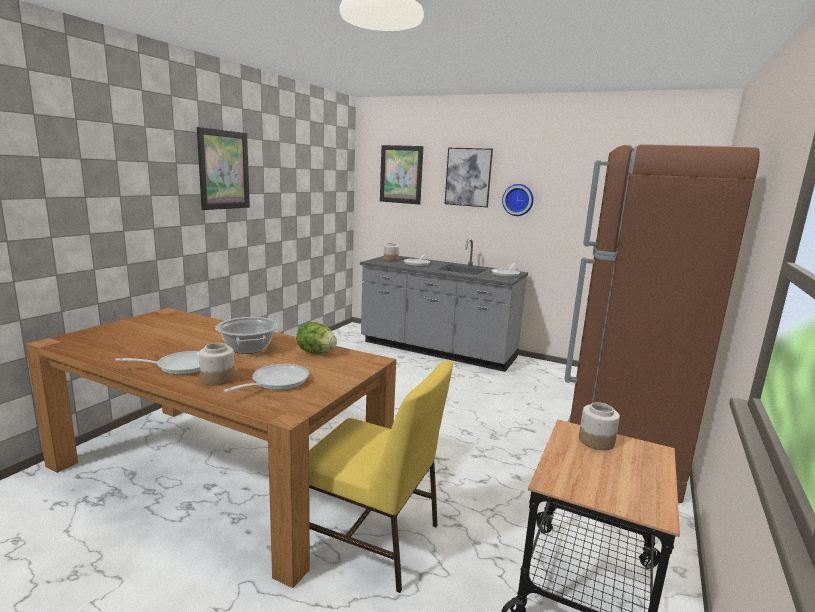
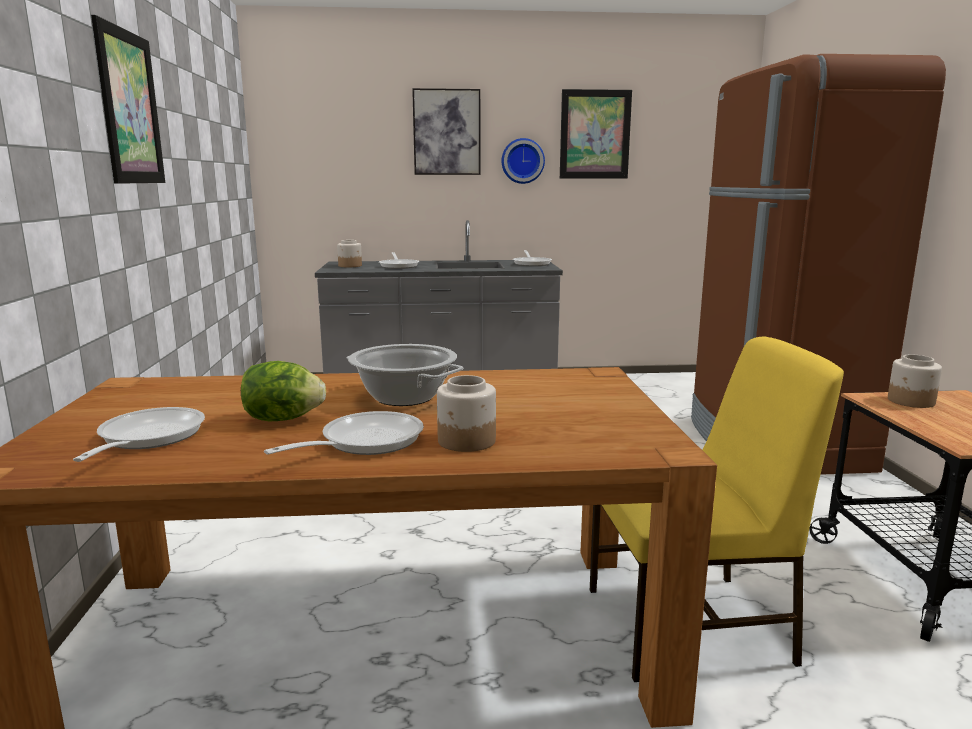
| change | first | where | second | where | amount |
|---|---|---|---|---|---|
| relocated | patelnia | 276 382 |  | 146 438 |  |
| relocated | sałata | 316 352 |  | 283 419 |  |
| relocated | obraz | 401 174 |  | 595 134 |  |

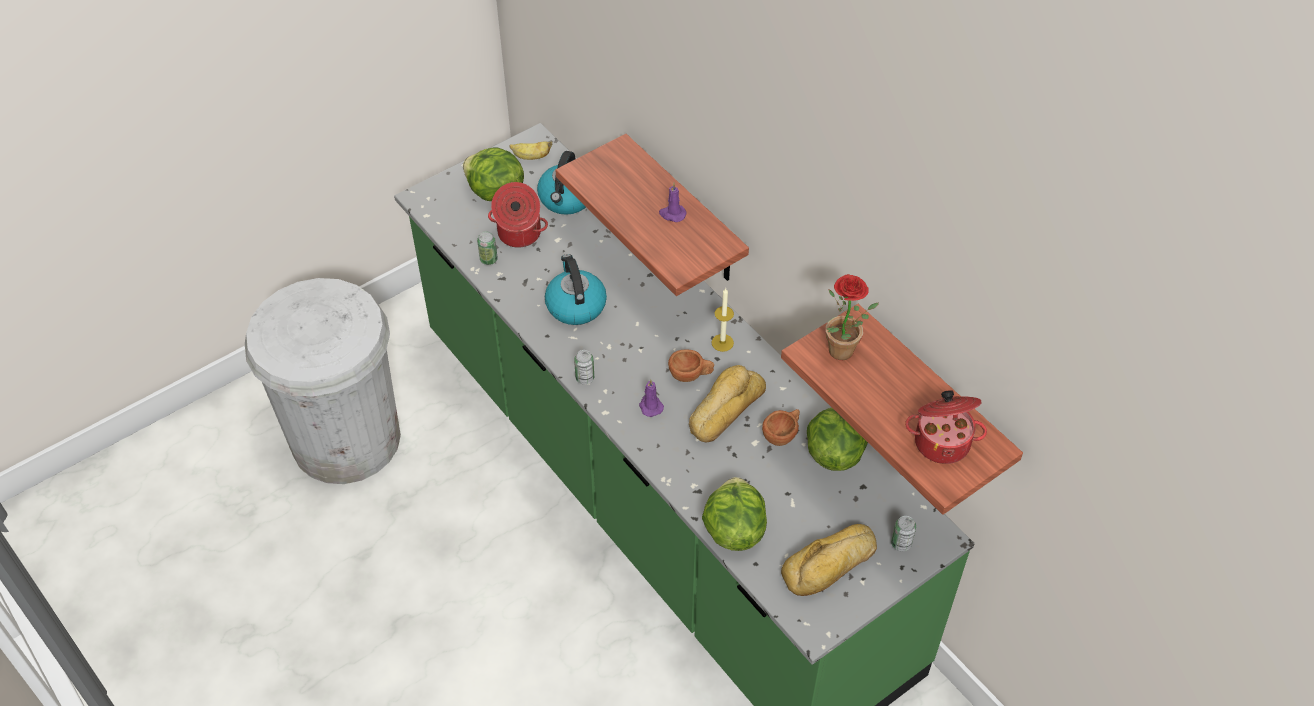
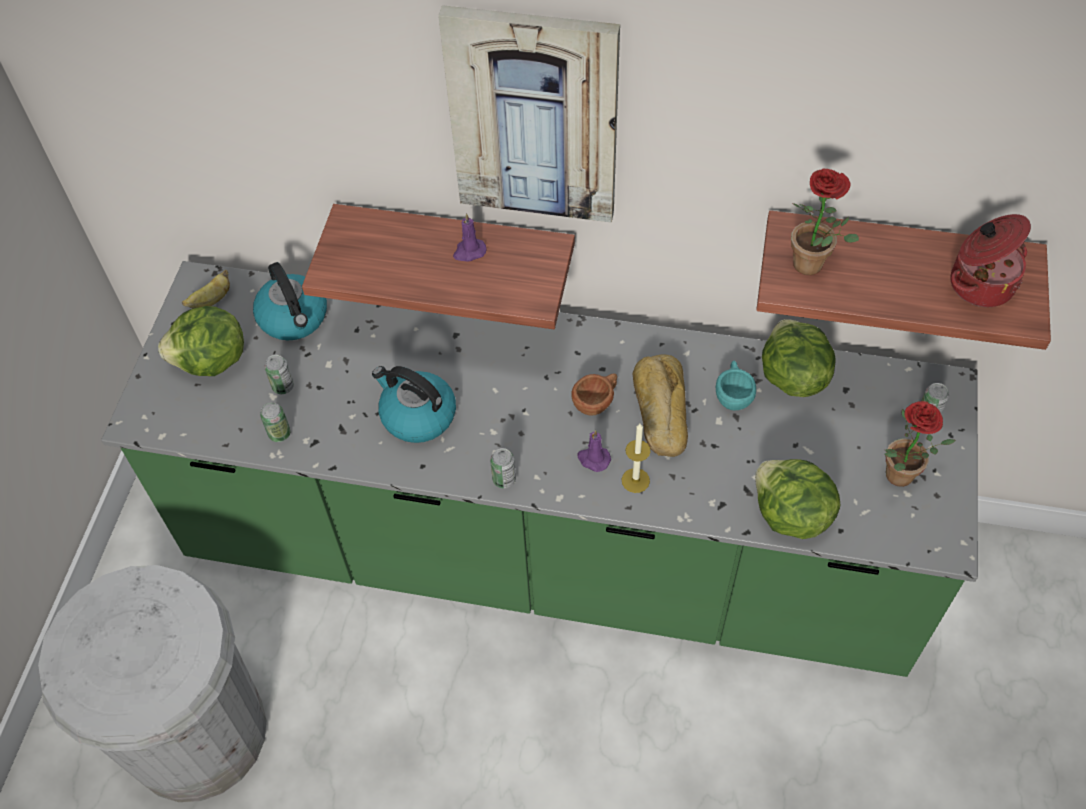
| change | first | where | second | where | amount |
|---|---|---|---|---|---|
| exchanged | garnek | 519 234 | puszka | 283 386 |  |
| relocated | świeca | 722 342 |  | 635 480 |  |
| colour | filiżanka/brązowy | 782 434 | filiżanka/turkusowy | 733 395 |  |
| exchanged | chleb | 831 565 | roślina doniczkowa | 899 480 |  |
| appeared |  |  | obraz | 534 116 |  |

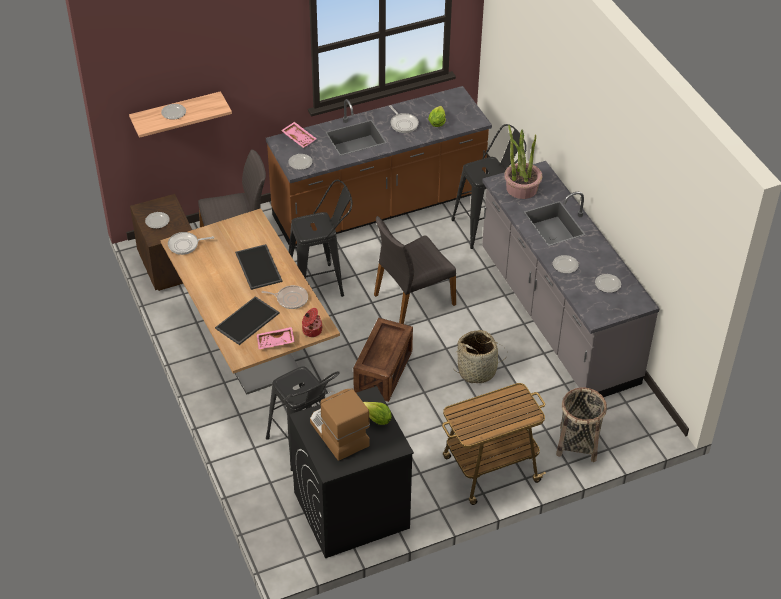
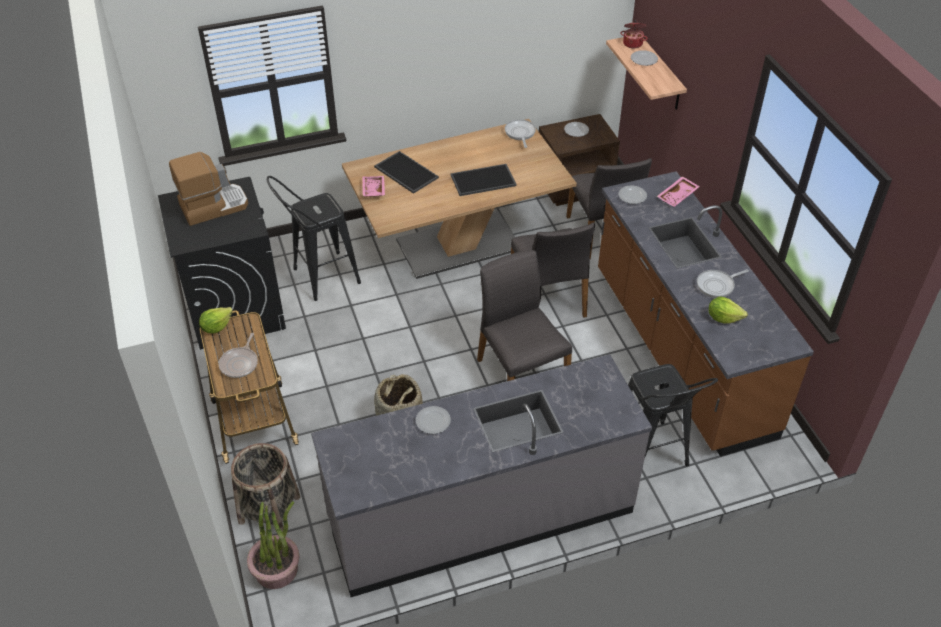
| change | first | where | second | where | amount |
|---|---|---|---|---|---|
| relocated | patelnia | 290 299 |  | 240 363 |  |
| exchanged | stołek/czarny | 322 283 | krzesło/szary | 549 298 |  |
| relocated | garnek | 311 330 |  | 633 43 |  |
| missing | skrzynka | 383 371 |  |  |  |
| relocated | sałata | 377 419 |  | 216 327 |  |
| relocated | roślina doniczkowa | 521 188 |  | 276 569 |  |
| missing | talerz | 607 284 |  |  |  |

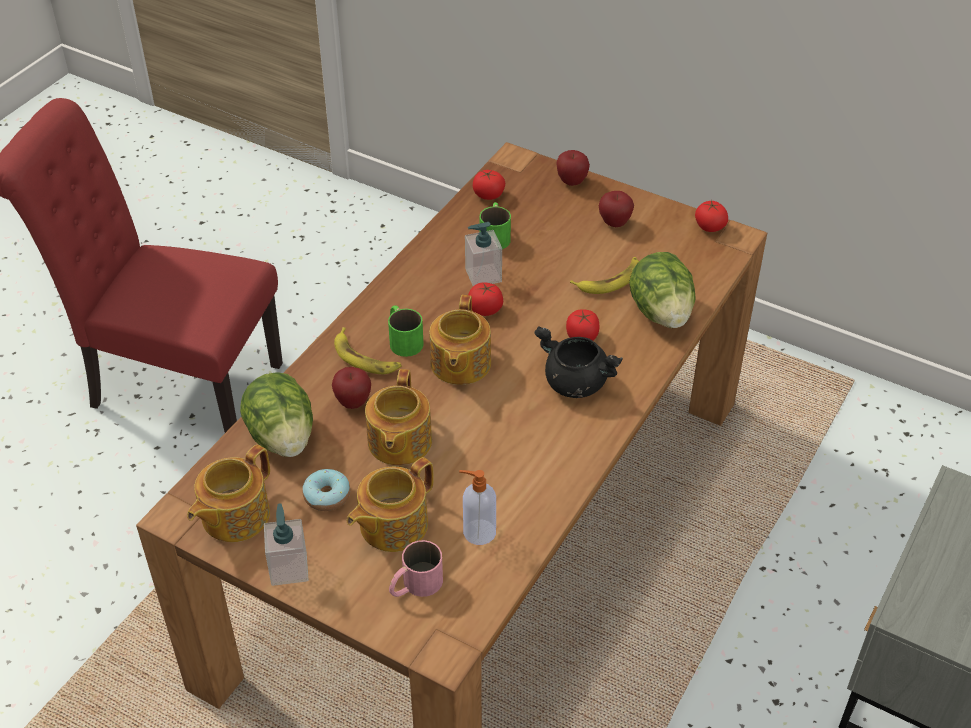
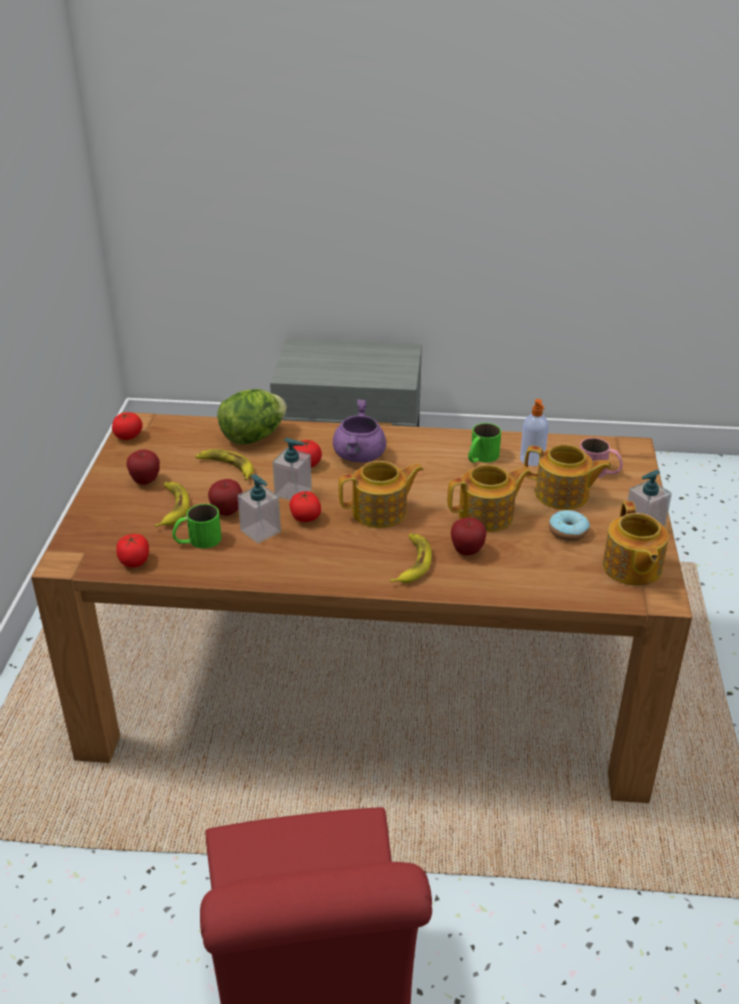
| change | first | where | second | where | amount |
|---|---|---|---|---|---|
| spun | imbryk | 234 516 |  | 631 568 | 75 degrees clockwise |
| missing | sałata | 282 437 |  |  |  |
| relocated | kubek/zielony | 403 339 |  | 480 457 |  |
| colour | garnek/czarny | 574 383 | garnek/fioletowy | 360 456 |  |
| relocated | jabłko | 571 182 |  | 227 512 |  |
| appeared |  |  | banan | 171 507 |  |
| appeared |  |  | dozownik mydła | 293 492 |  |

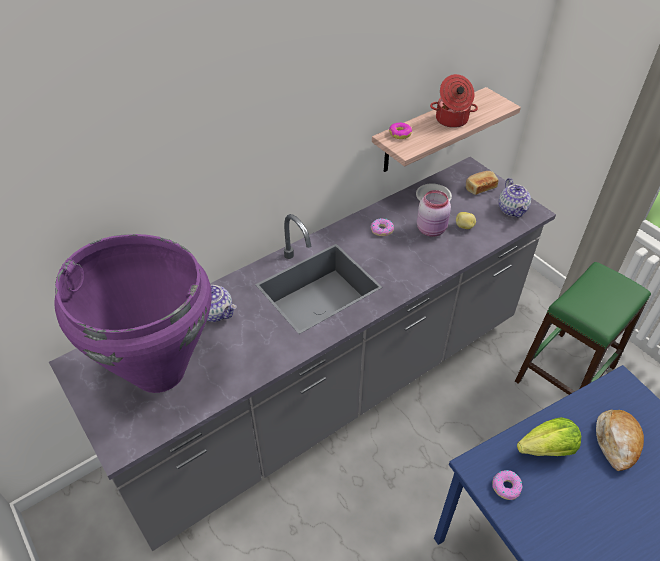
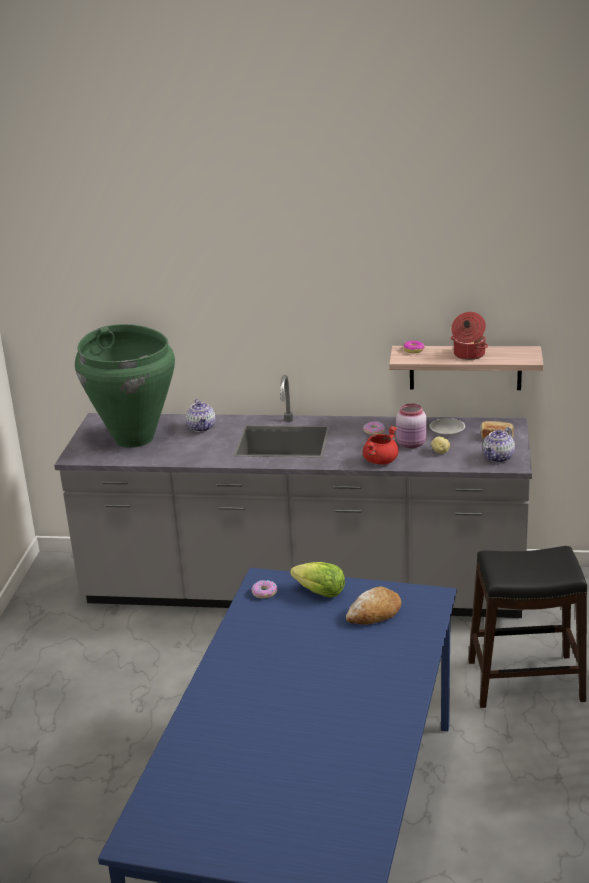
| change | first | where | second | where | amount |
|---|---|---|---|---|---|
| colour | wazon/fioletowy | 160 371 | wazon/zielony | 134 439 |  |
| colour | stołek/zielony | 564 374 | stołek/czarny | 525 680 |  |
| appeared |  |  | garnek/czerwony | 380 460 |  |

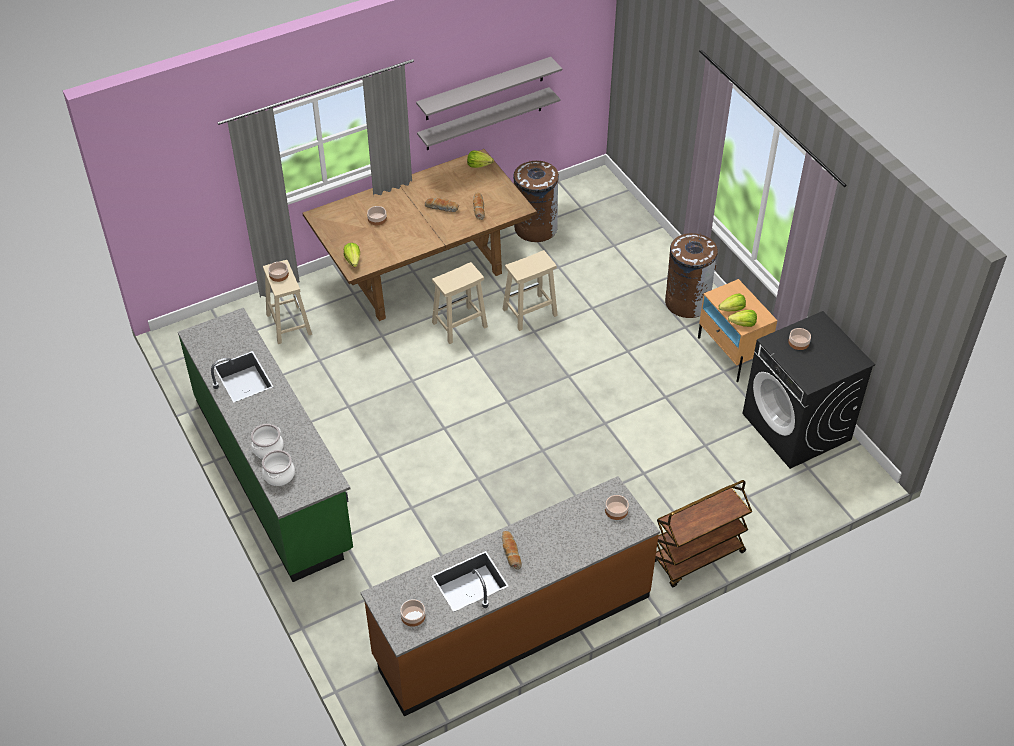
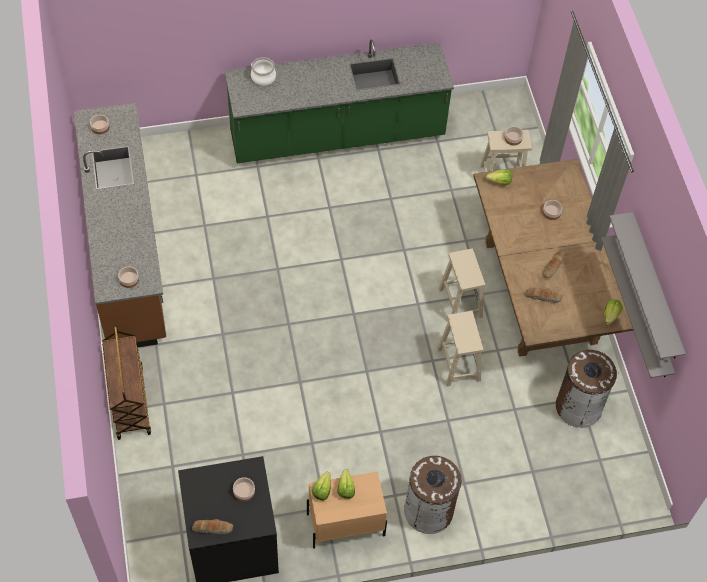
| change | first | where | second | where | amount |
|---|---|---|---|---|---|
| missing | garnek | 268 449 |  |  |  |
| relocated | chleb | 510 552 |  | 212 528 |  |

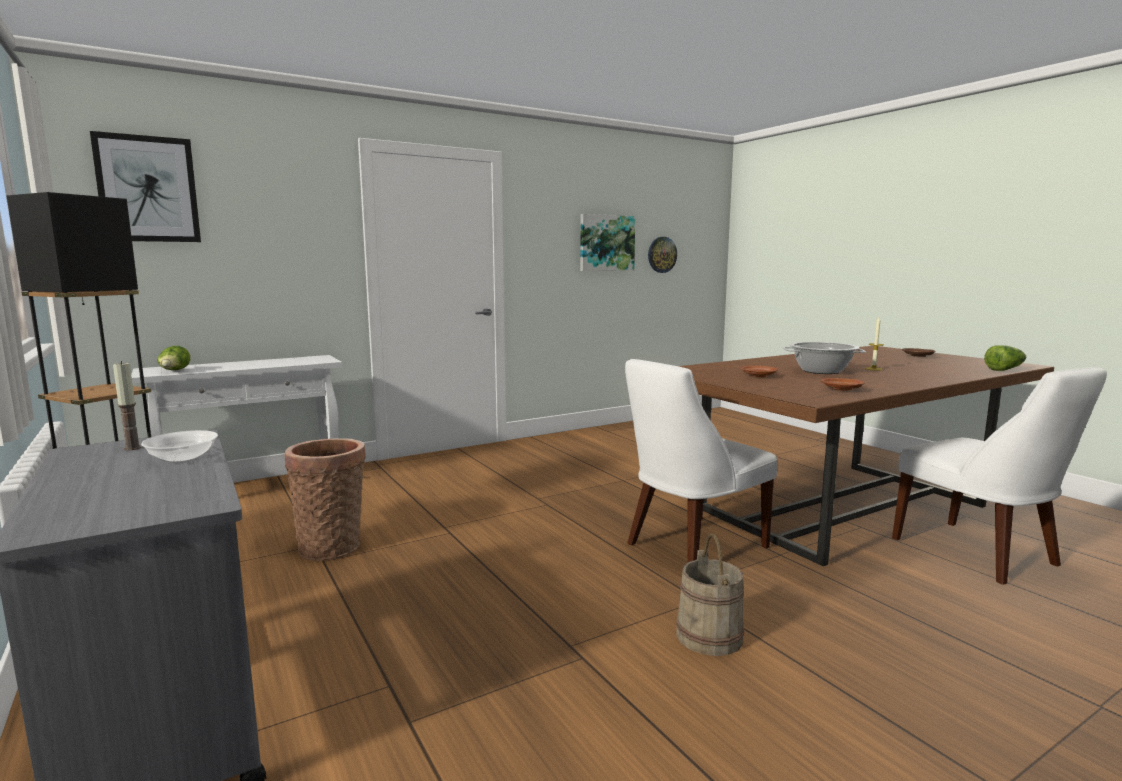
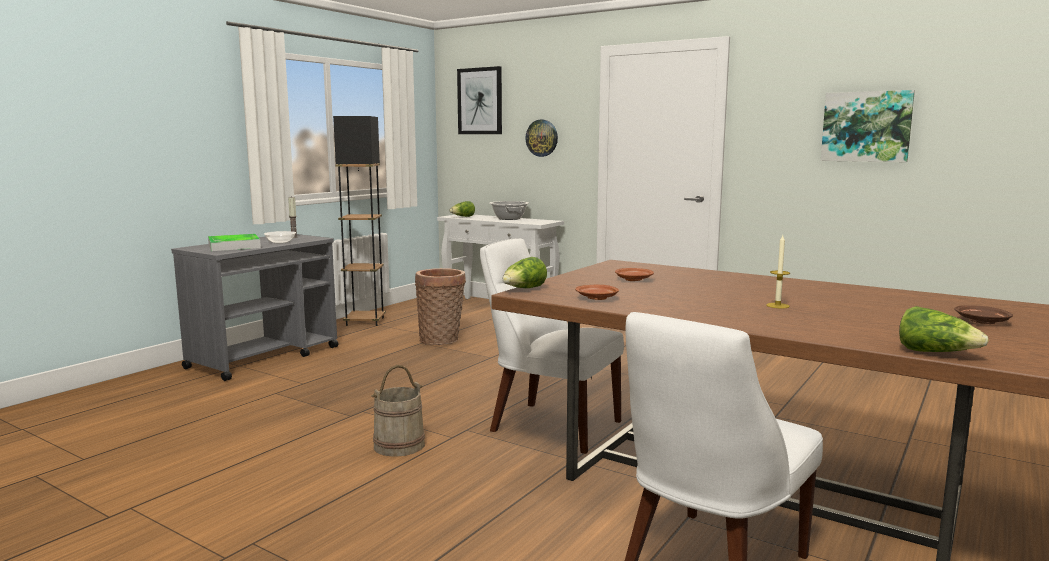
| change | first | where | second | where | amount |
|---|---|---|---|---|---|
| relocated | zegar ścienny | 661 254 |  | 542 138 |  |
| relocated | garnek | 821 371 |  | 509 218 |  |
| appeared |  |  | taca | 234 246 |  |
| appeared |  |  | sałata | 524 289 |  |

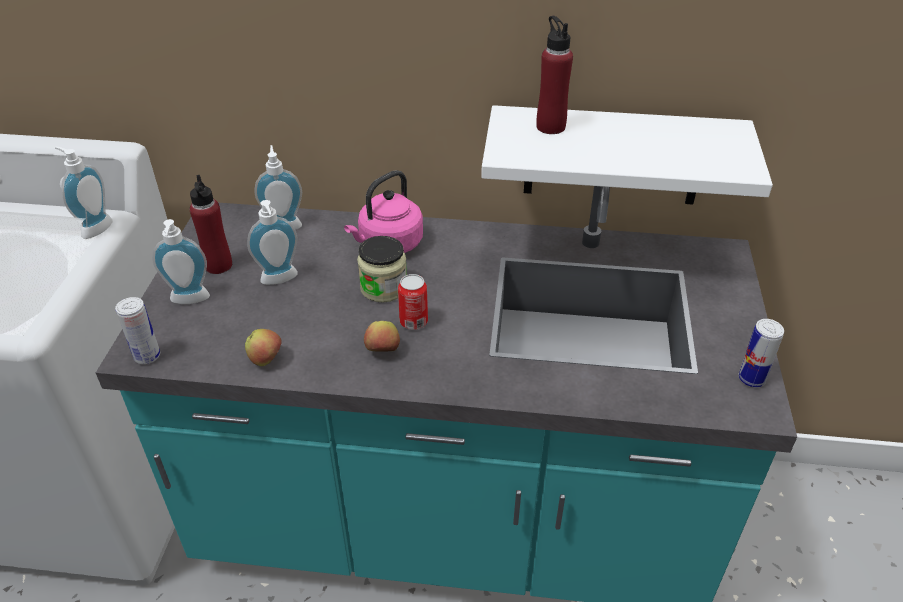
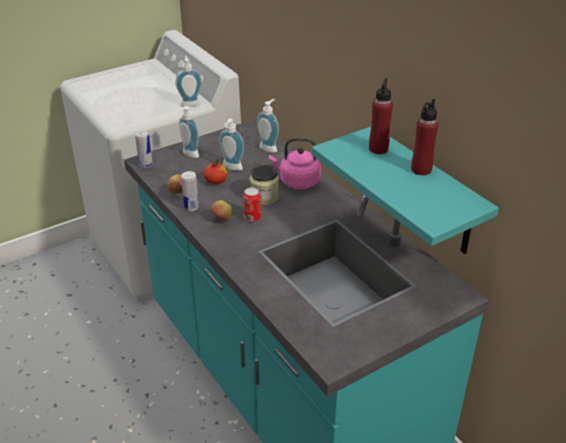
| change | first | where | second | where | amount |
|---|---|---|---|---|---|
| relocated | butelka/czerwony | 218 265 |  | 421 169 |  |
| colour | półka/biały | 613 156 | półka/turkusowy | 426 192 |  |
| relocated | puszka | 751 379 |  | 191 208 |  |
| appeared |  |  | jabłko | 216 181 |  |

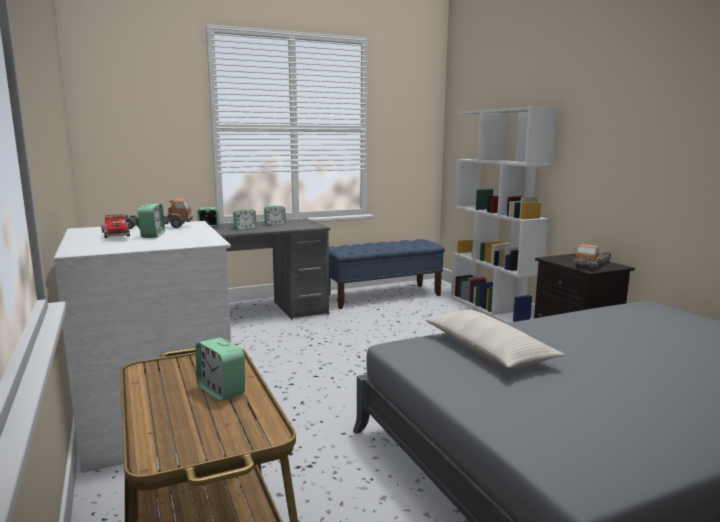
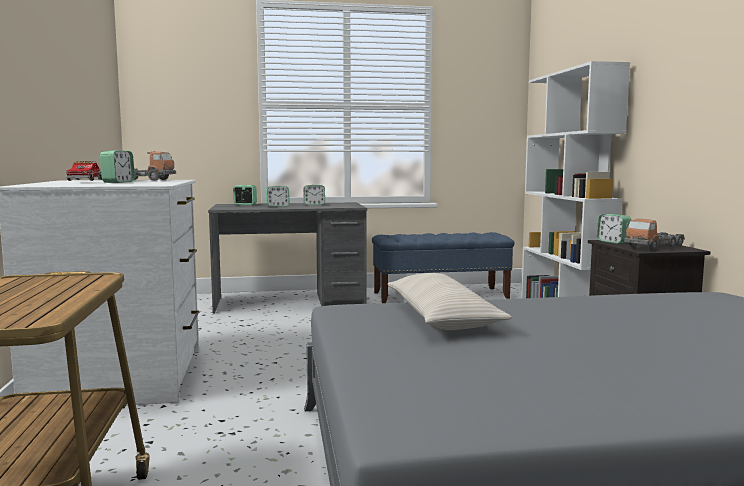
| change | first | where | second | where | amount |
|---|---|---|---|---|---|
| relocated | budzik | 221 391 |  | 613 242 |  |

